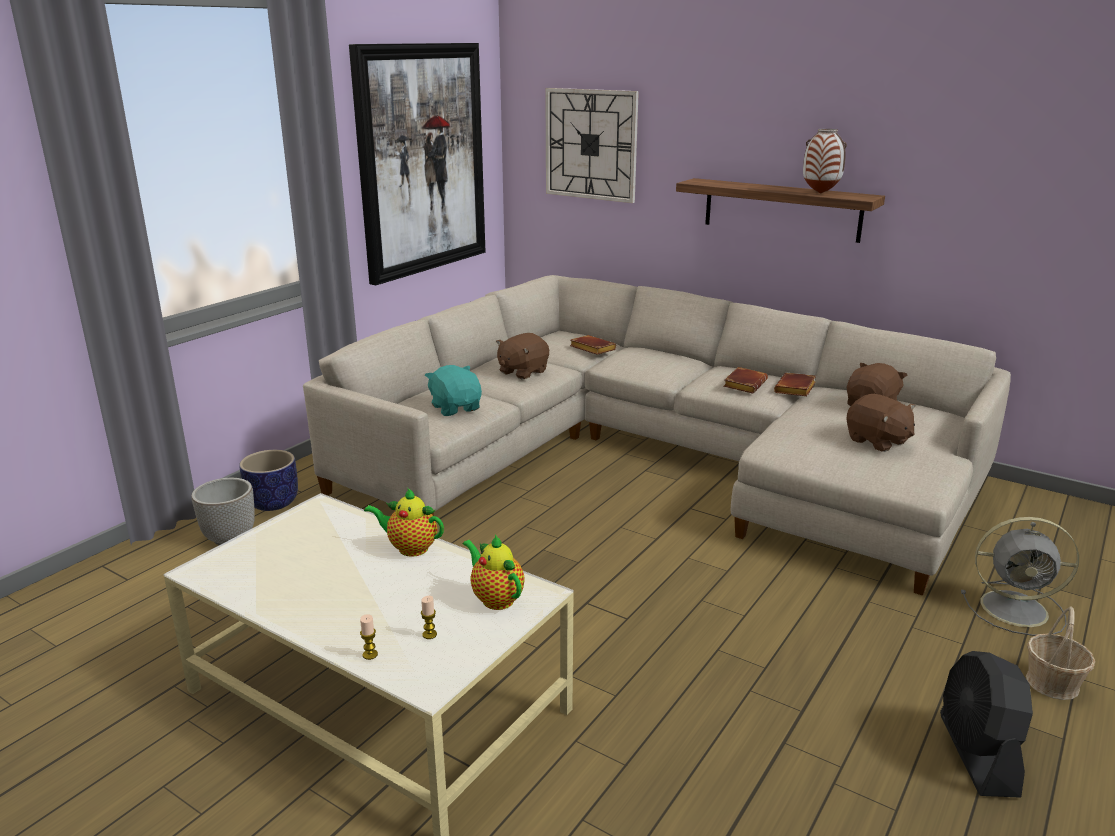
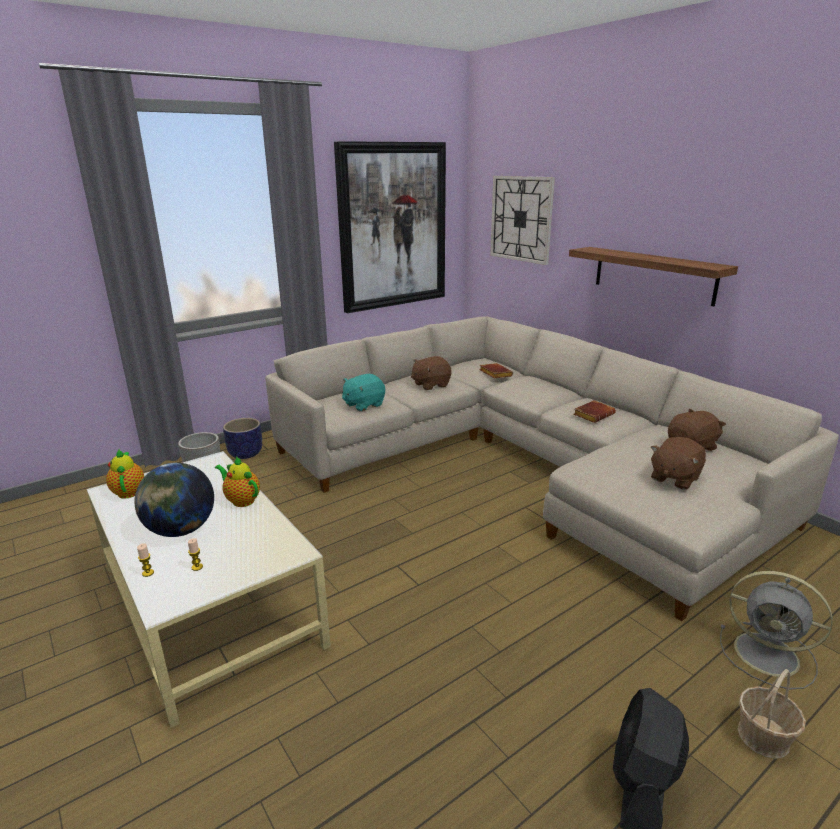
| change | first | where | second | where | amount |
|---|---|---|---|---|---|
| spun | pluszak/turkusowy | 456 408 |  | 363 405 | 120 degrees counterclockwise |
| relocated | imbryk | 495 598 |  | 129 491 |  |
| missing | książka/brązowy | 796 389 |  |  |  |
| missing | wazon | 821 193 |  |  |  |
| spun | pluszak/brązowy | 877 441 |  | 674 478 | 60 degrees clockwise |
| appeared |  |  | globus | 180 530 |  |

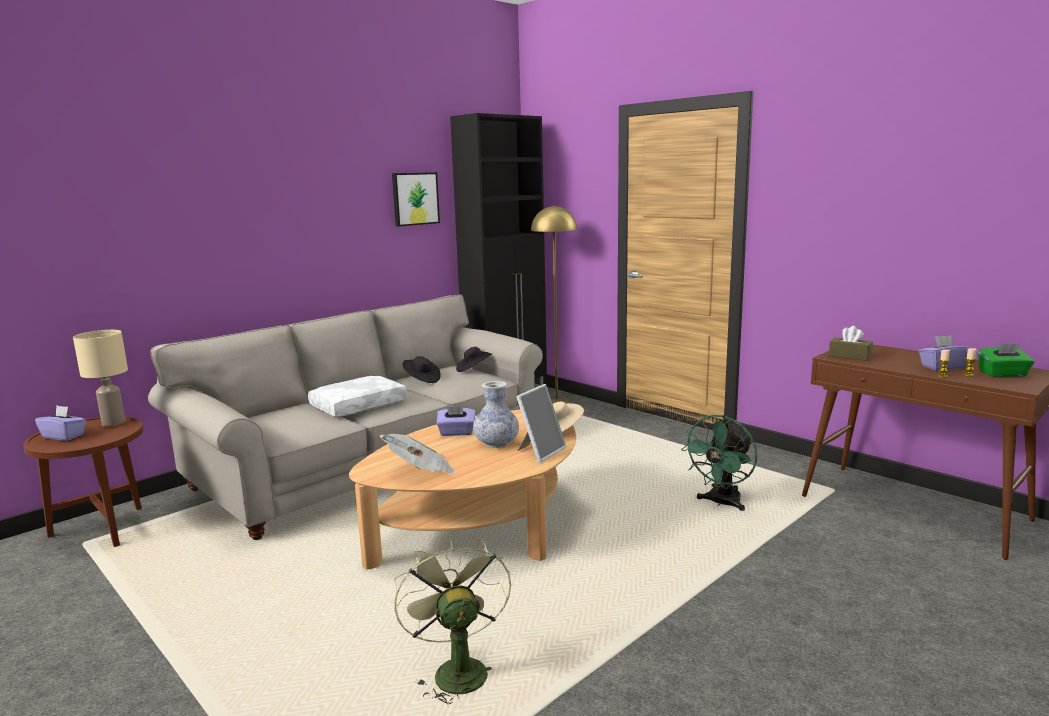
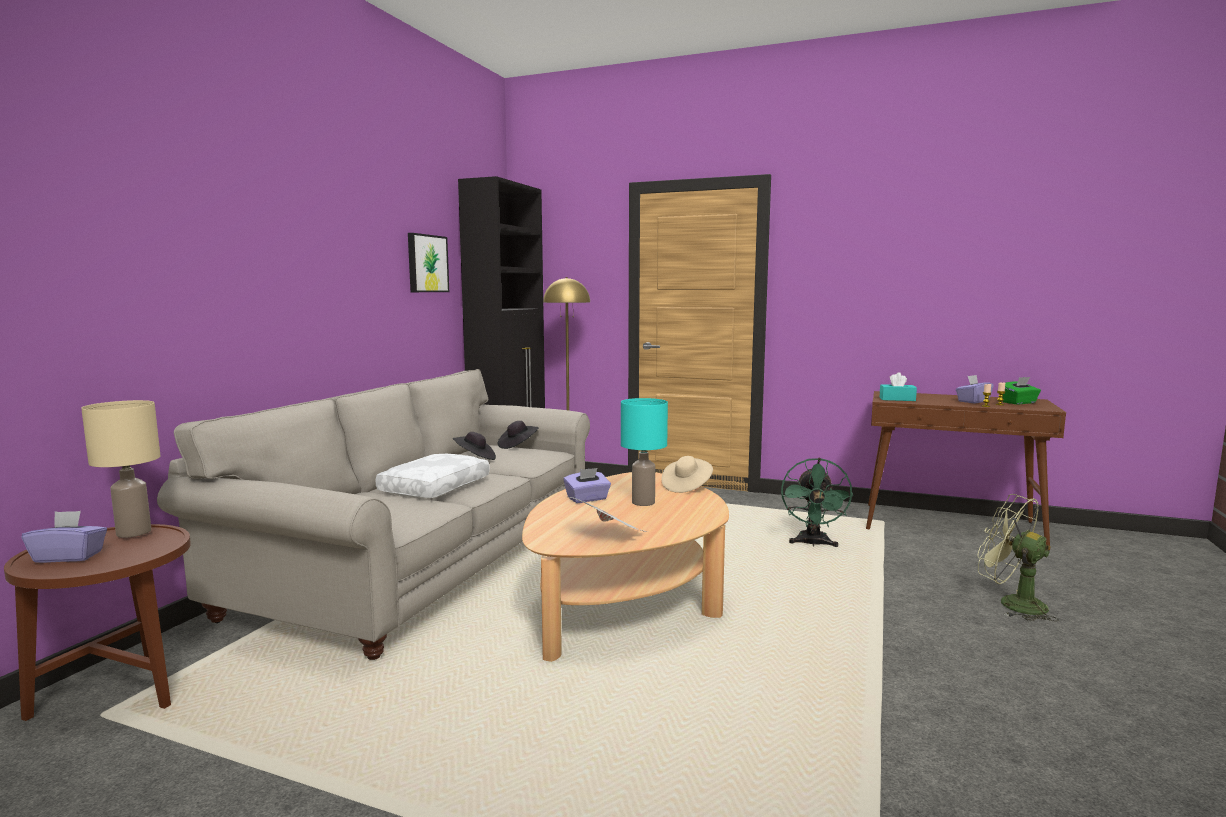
| change | first | where | second | where | amount |
|---|---|---|---|---|---|
| relocated | wentylator/zielony | 456 669 |  | 1012 603 |  |
| exchanged | wazon | 496 443 | lampa stołowa/turkusowy | 643 503 |  |
| missing | ramka na zdjęcie | 540 452 |  |  |  |
| colour | pudełko chusteczek/brązowy | 850 356 | pudełko chusteczek/turkusowy | 897 399 |  |

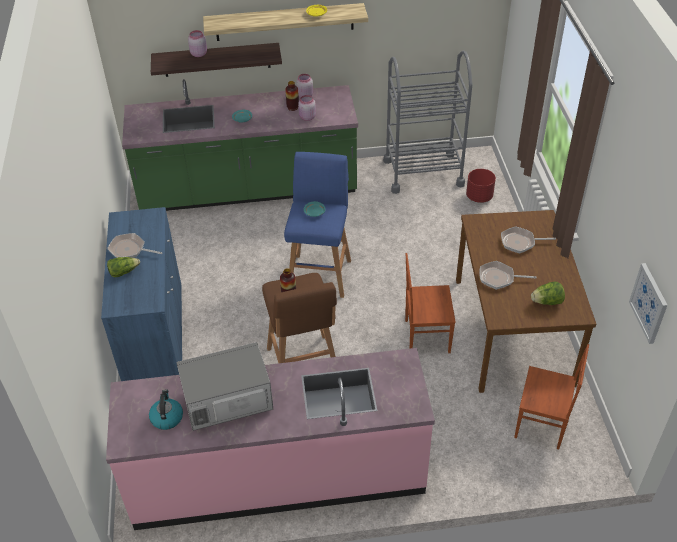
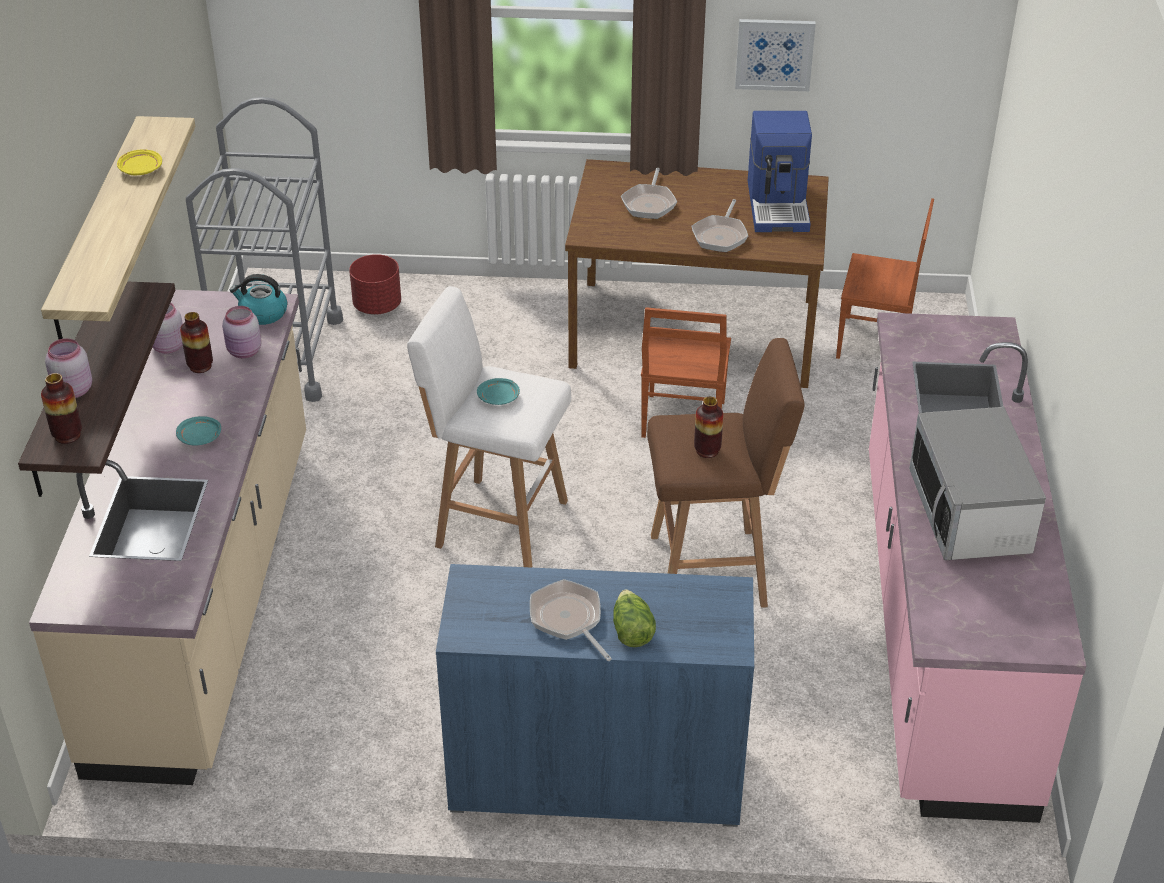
| change | first | where | second | where | amount |
|---|---|---|---|---|---|
| spun | patelnia | 130 250 |  | 568 620 | 120 degrees clockwise |
| colour | zabudowa kuchenna/zielony | 248 191 | zabudowa kuchenna/beżowy | 208 597 |  |
| relocated | czajnik | 167 417 |  | 262 313 |  |
| colour | stołek/niebieski | 320 274 | stołek/biały | 497 522 |  |
| spun | krzesło/brązowy | 541 424 |  | 874 343 | 75 degrees clockwise |
| exchanged | sałata | 547 302 | ekspres do kawy | 779 205 |  |
| relocated | obraz | 649 303 |  | 774 54 |  |
| appeared |  |  | wazon | 67 435 |  |

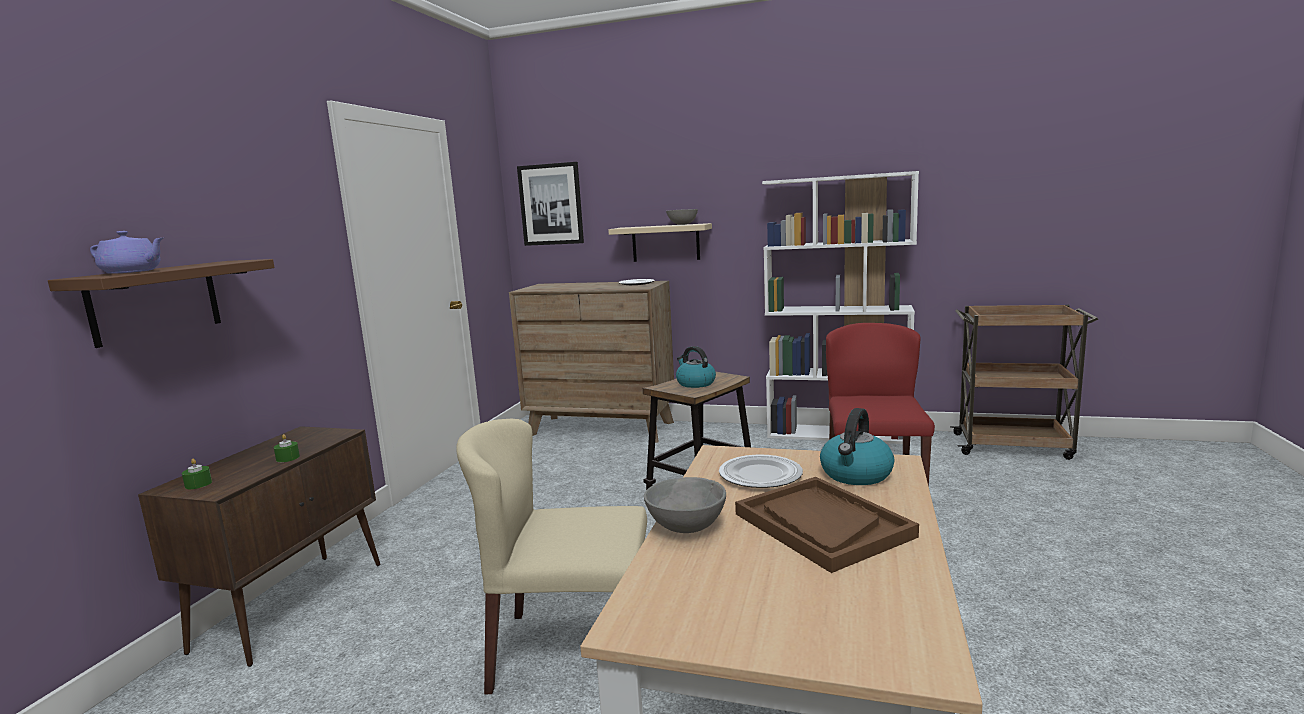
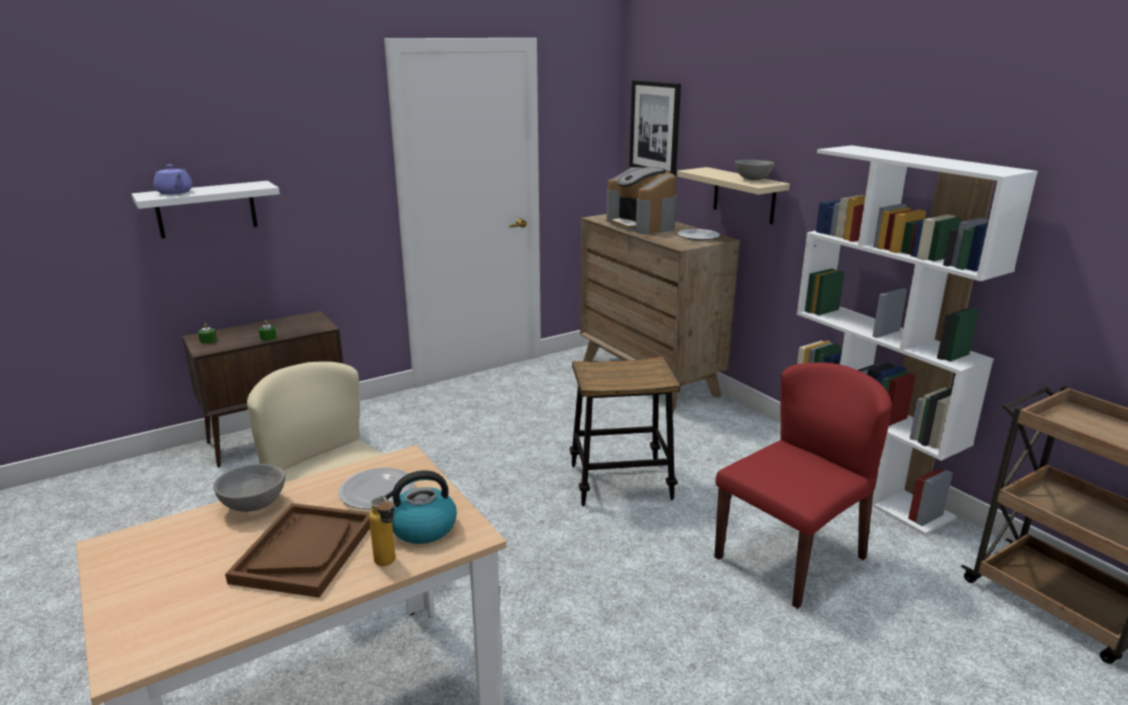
| change | first | where | second | where | amount |
|---|---|---|---|---|---|
| colour | półka/brązowy | 155 302 | półka/biały | 206 209 |  |
| missing | czajnik | 695 383 |  |  |  |
| appeared |  |  | butelka | 388 565 |  |
| appeared |  |  | ekspres do kawy | 641 225 |  |

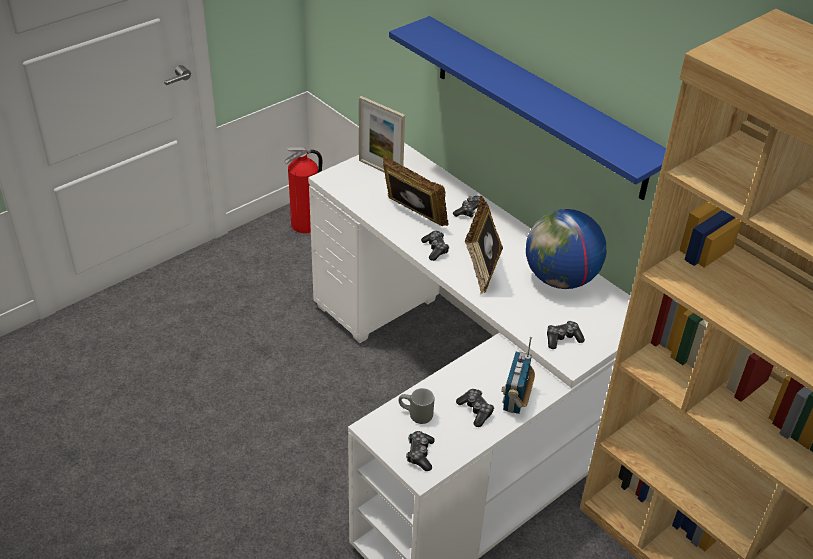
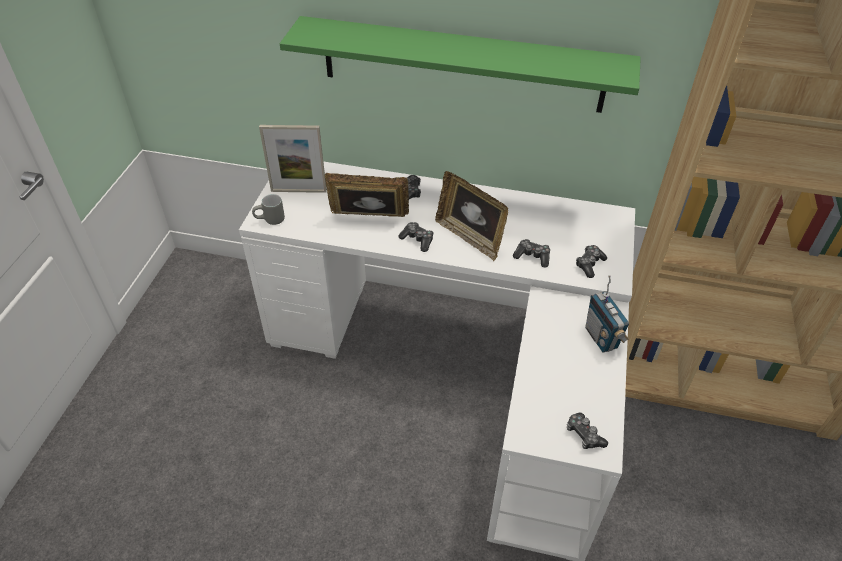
| change | first | where | second | where | amount |
|---|---|---|---|---|---|
| missing | gaśnica | 306 225 |  |  |  |
| colour | półka/niebieski | 538 106 | półka/zielony | 462 65 |  |
| relocated | kubek/szary | 415 416 |  | 270 221 |  |
| relocated | pad do gier | 475 411 |  | 532 257 |  |
| missing | globus | 560 279 |  |  |  |

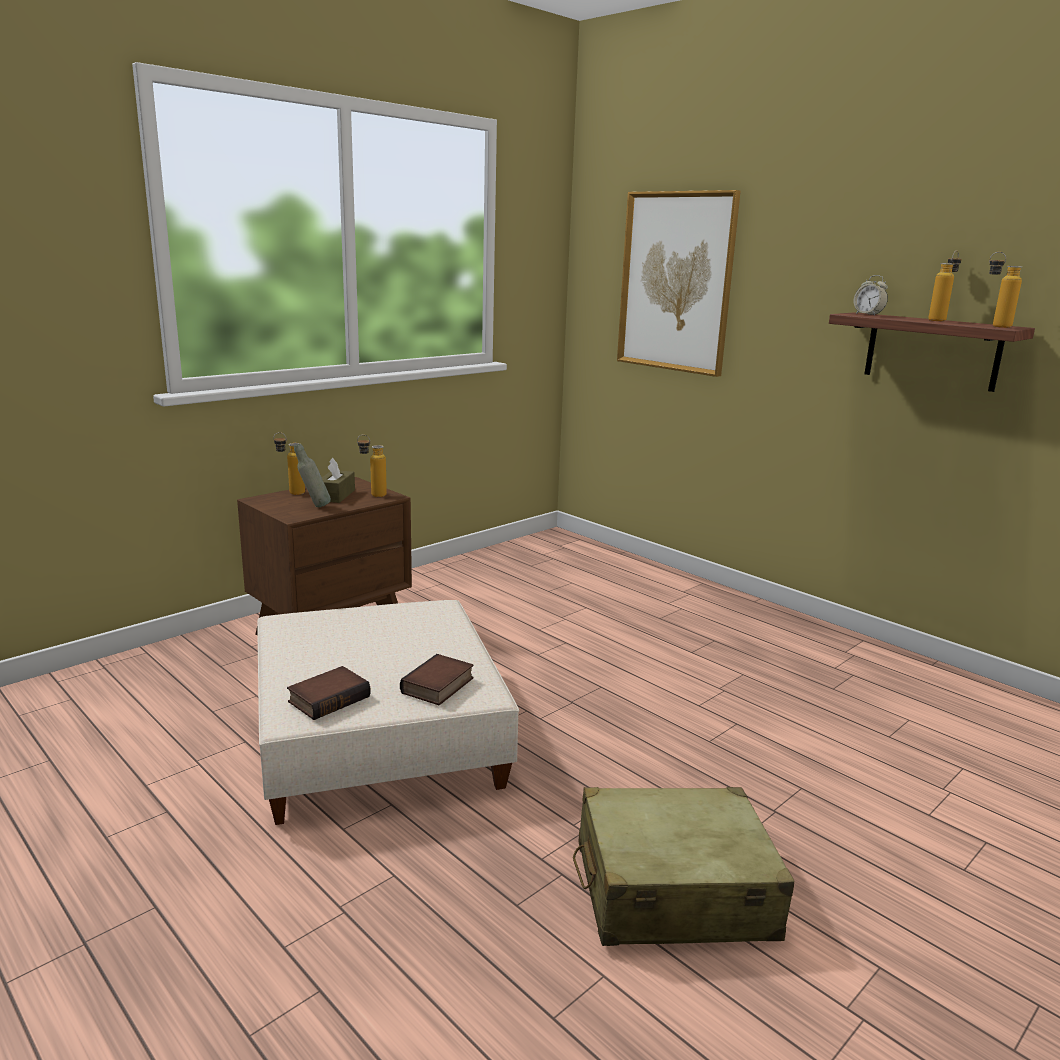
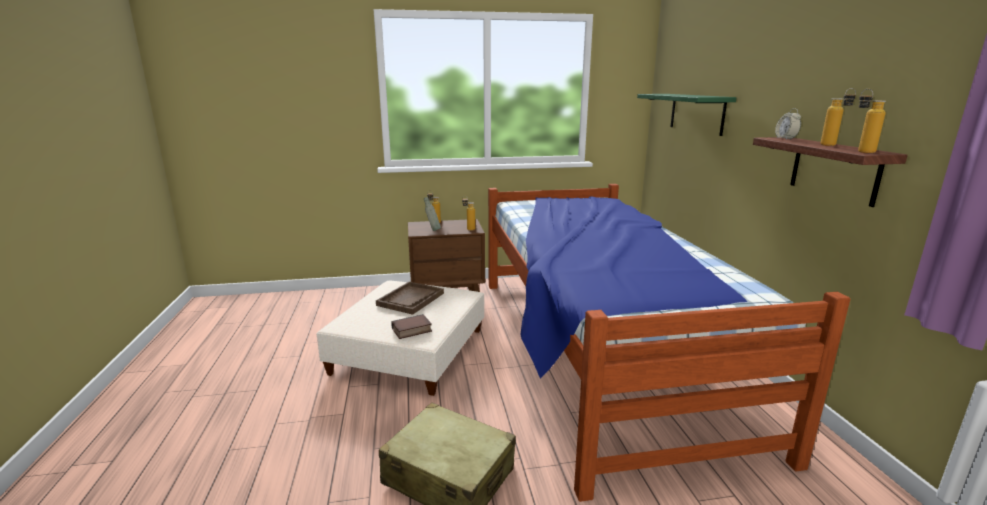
| change | first | where | second | where | amount |
|---|---|---|---|---|---|
| missing | książka | 329 698 |  |  |  |
| missing | pudełko chusteczek/brązowy | 336 495 |  |  |  |
| exchanged | obraz | 676 282 | półka/zielony | 696 113 |  |
| appeared |  |  | taca/brązowy | 410 299 |  |
| appeared |  |  | łóżko | 596 350 |  |

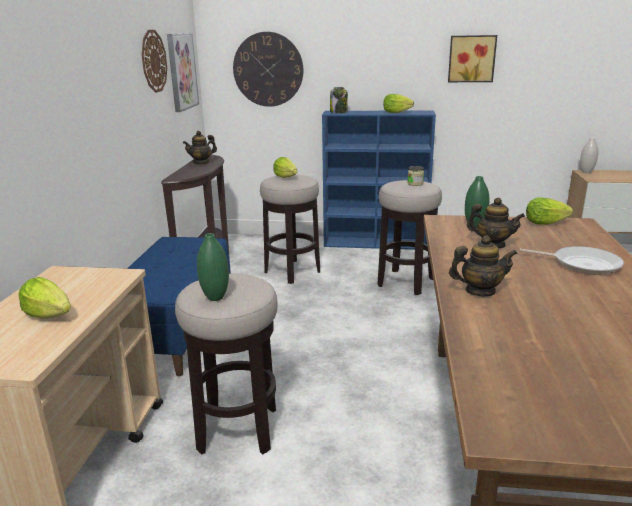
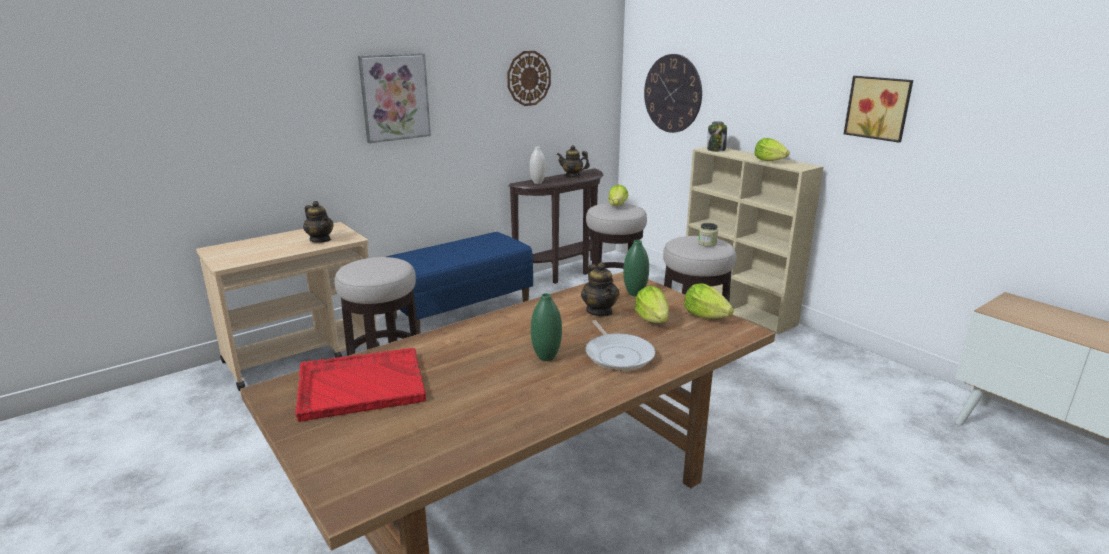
| change | first | where | second | where | amount |
|---|---|---|---|---|---|
| relocated | sałata | 49 315 |  | 652 320 |  |
| relocated | obraz | 181 71 |  | 394 97 |  |
| relocated | wazon/zielony | 215 297 |  | 546 357 |  |
| colour | regał/niebieski | 376 243 | regał/beżowy | 738 308 |  |
| relocated | imbryk | 480 291 |  | 320 240 |  |
| relocated | wazon/biały | 586 172 |  | 537 183 |  |
| appeared |  |  | taca/czerwony | 360 385 |  |

